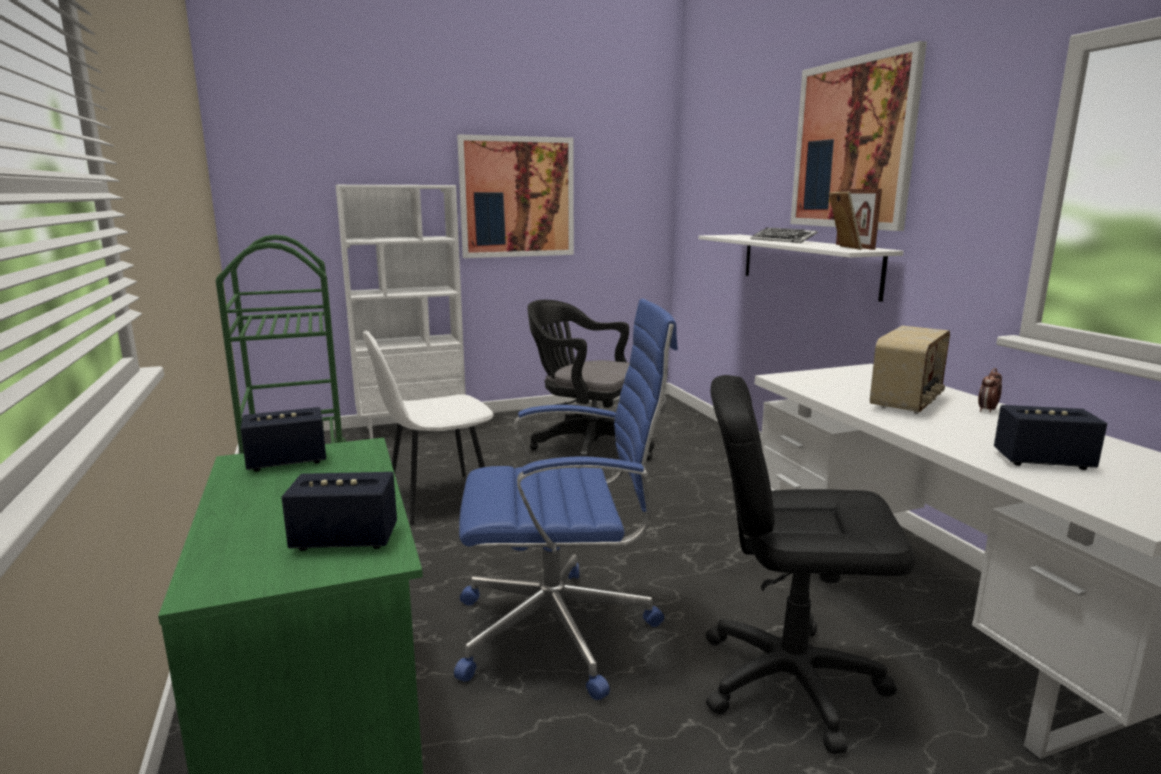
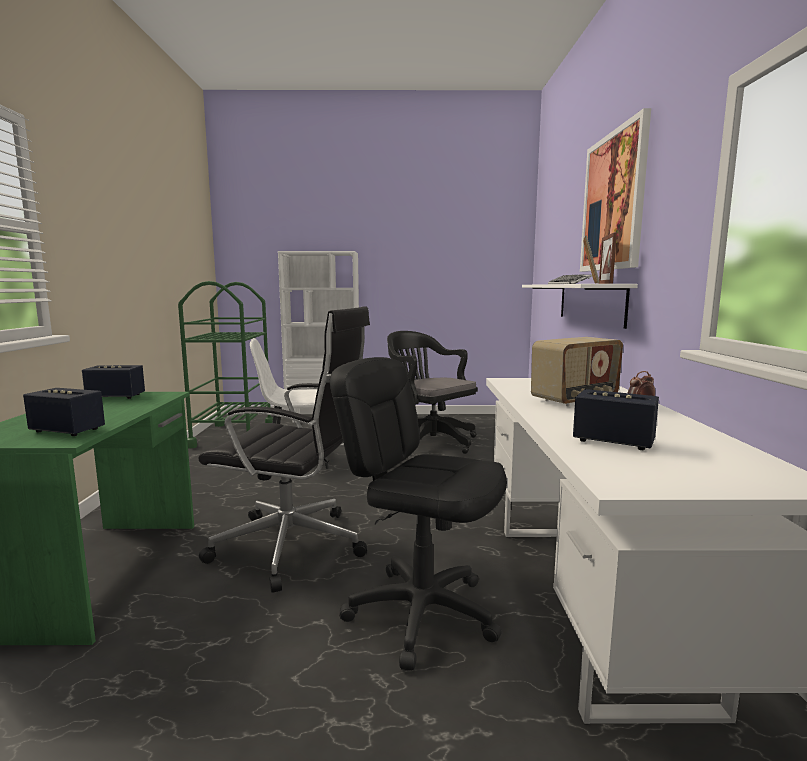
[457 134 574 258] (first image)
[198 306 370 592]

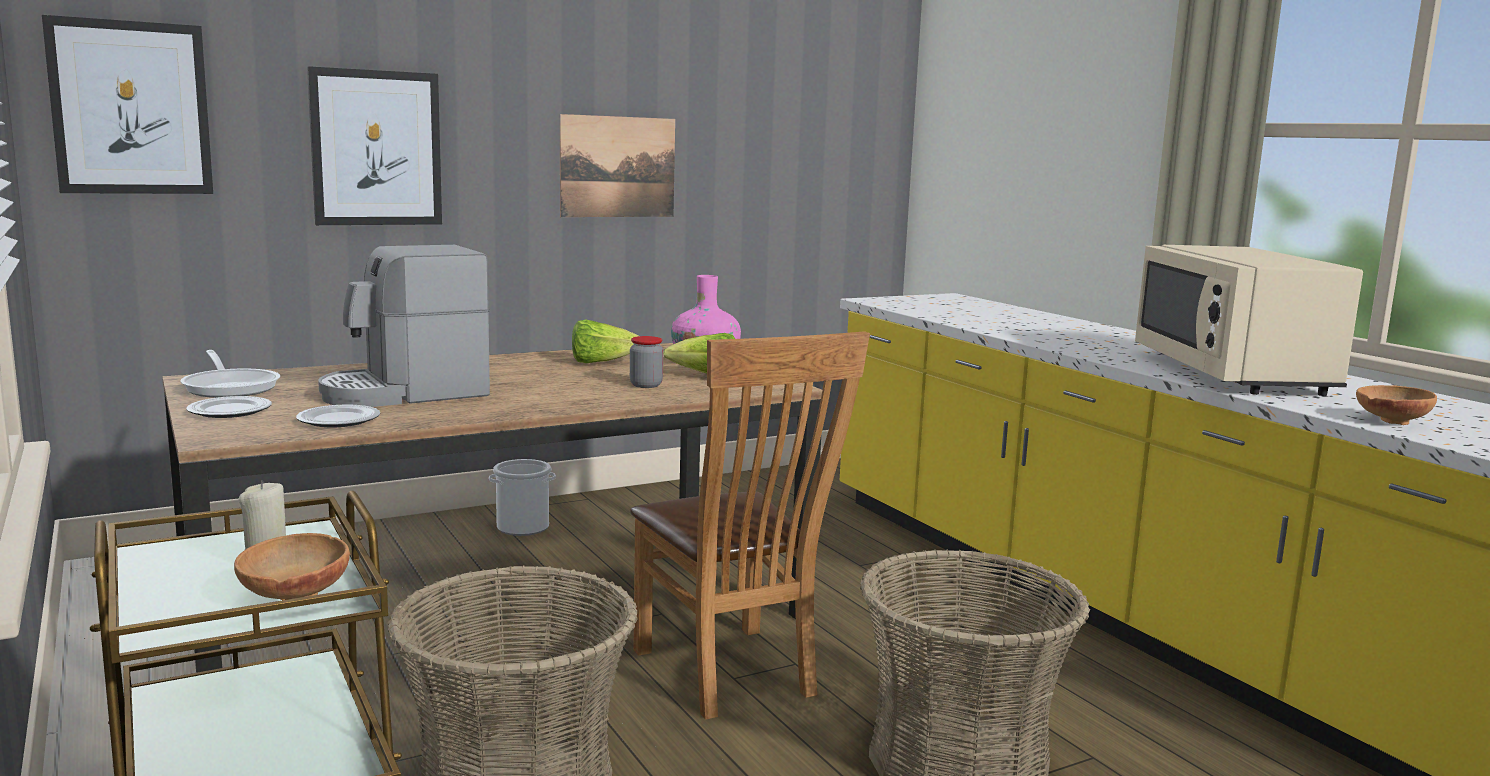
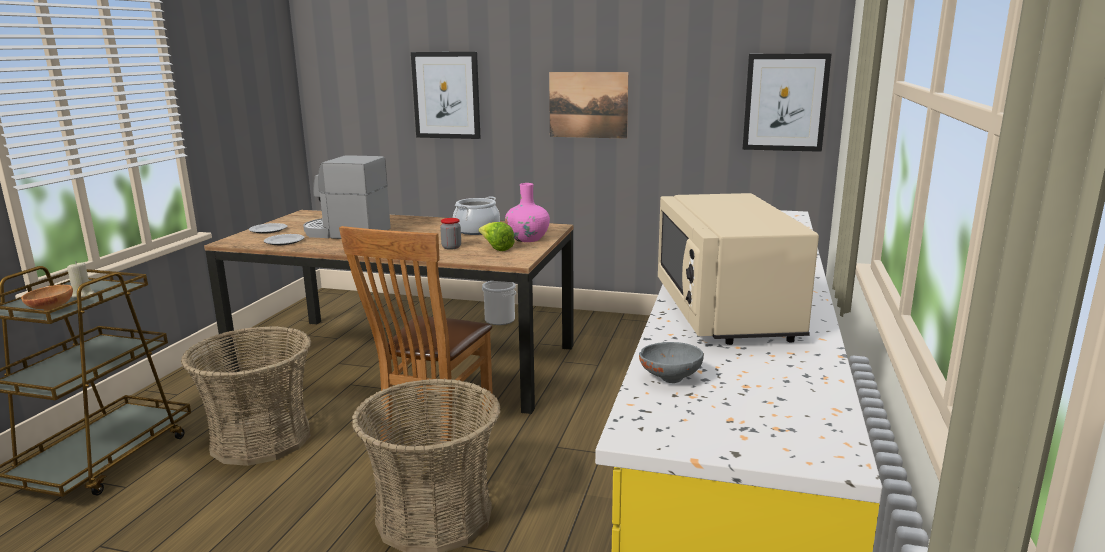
[743 53 832 152]
[658 193 819 345]
[453 196 500 235]
[180 350 280 398] (first image)
[639 342 703 383]

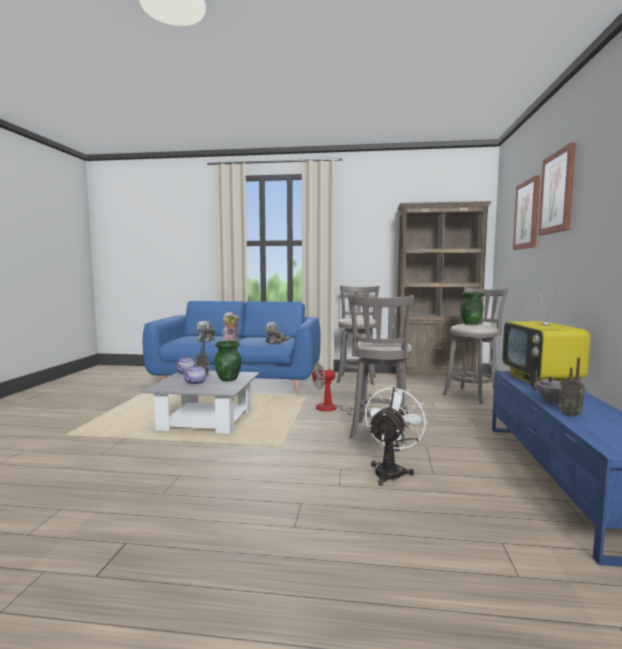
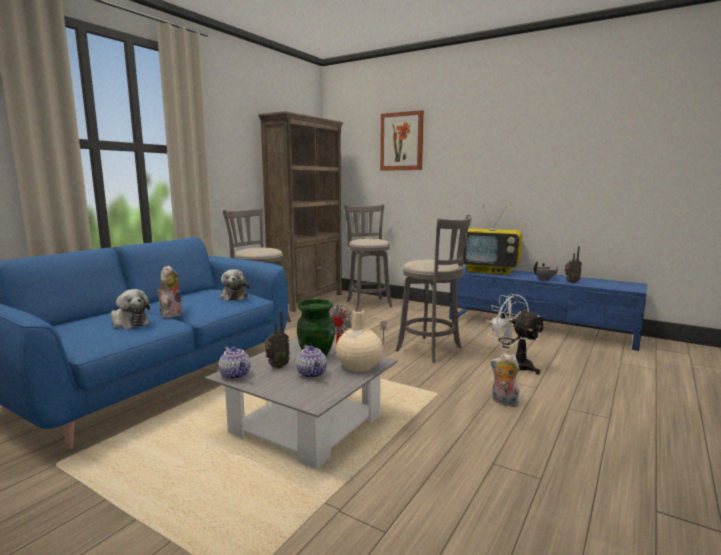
[538 142 576 235] (first image)
[460 292 484 325] (first image)
[336 309 383 372]
[490 353 521 407]

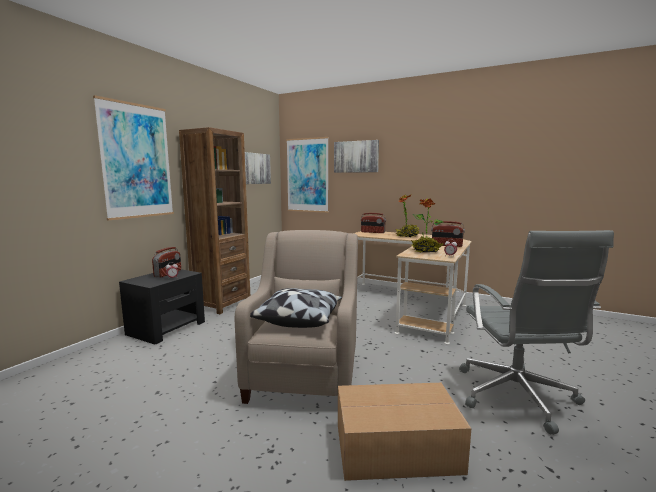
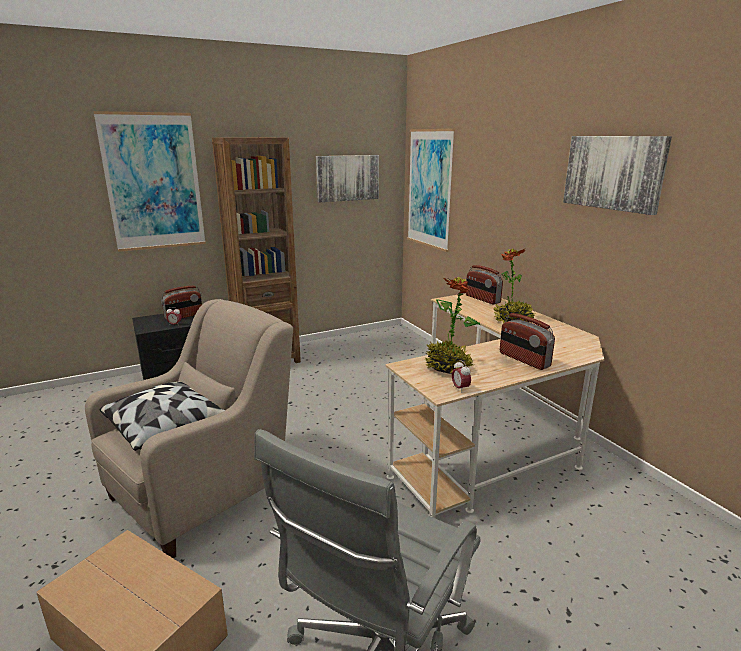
[563 136 672 215]

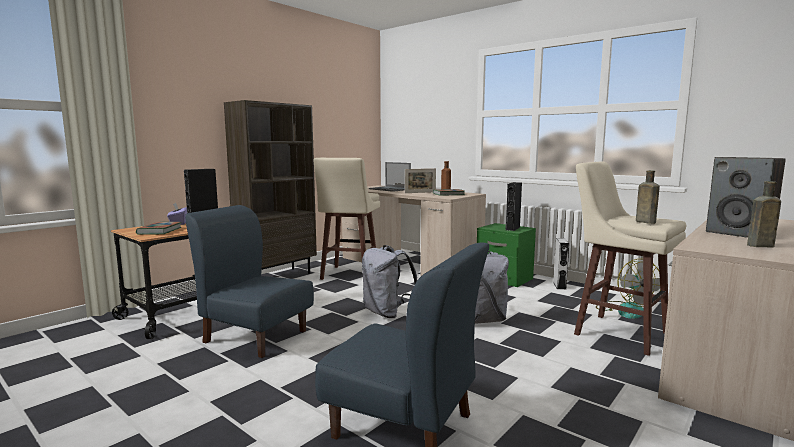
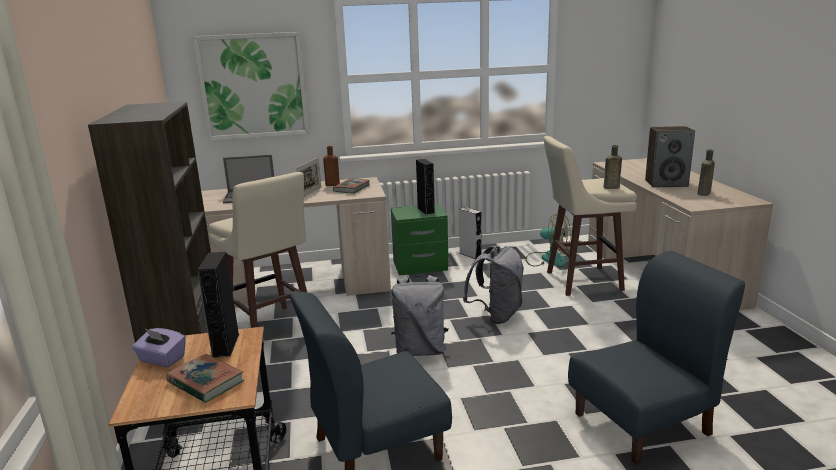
[193 32 309 141]

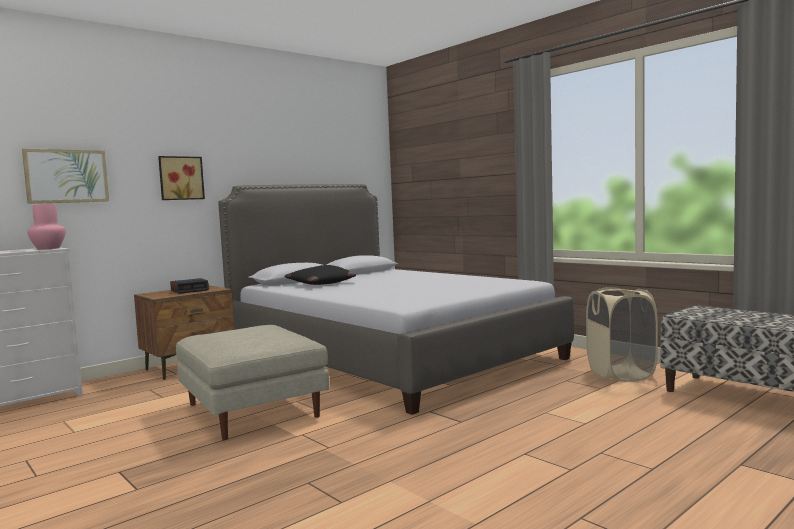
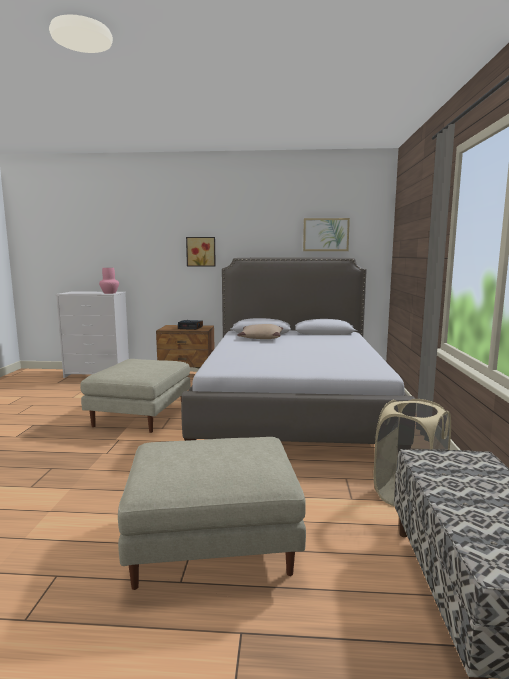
[303 218 350 251]
[237 324 283 339]
[118 437 306 590]

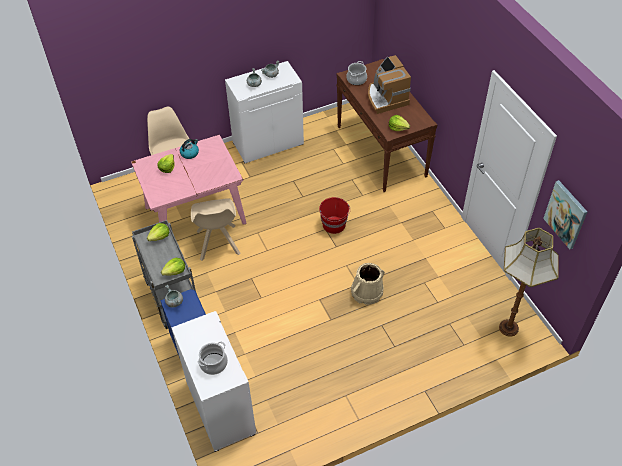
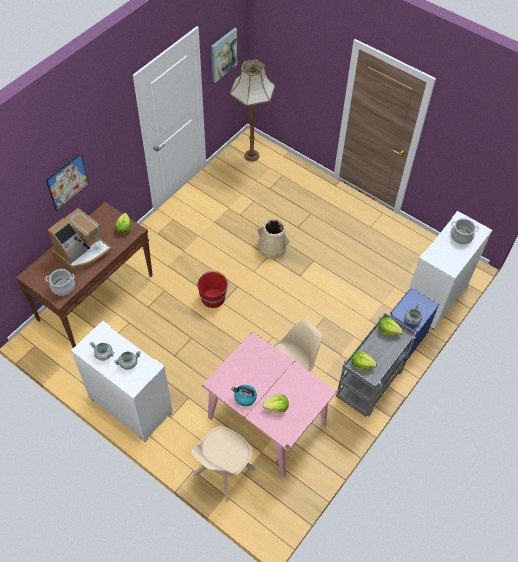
[46 153 89 211]

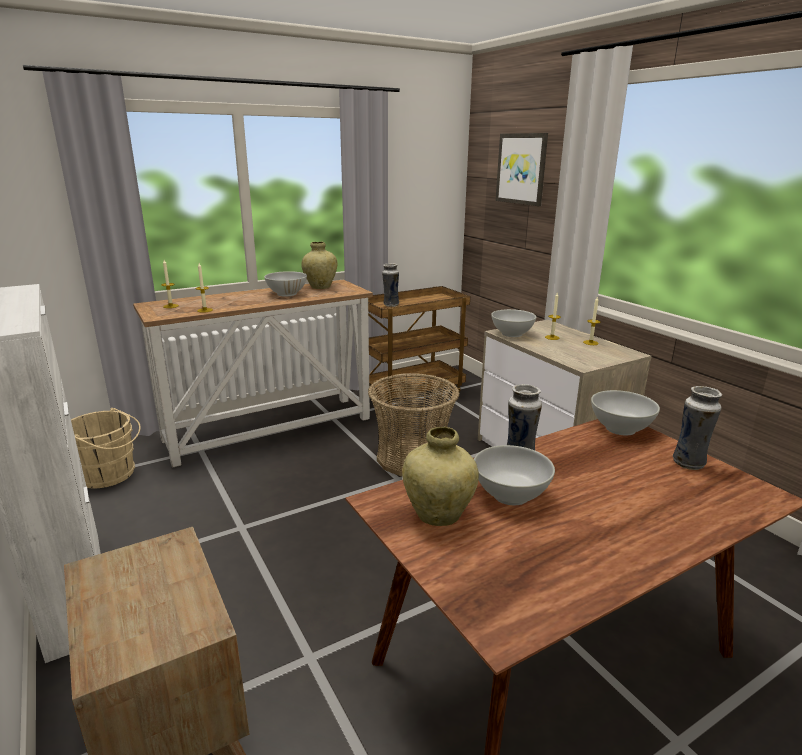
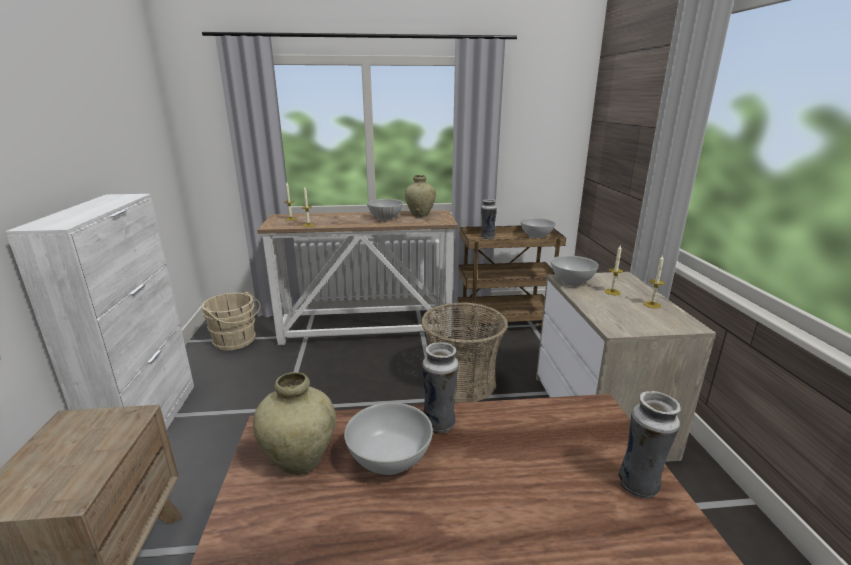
[496 133 548 206] (first image)
[521 218 555 238]

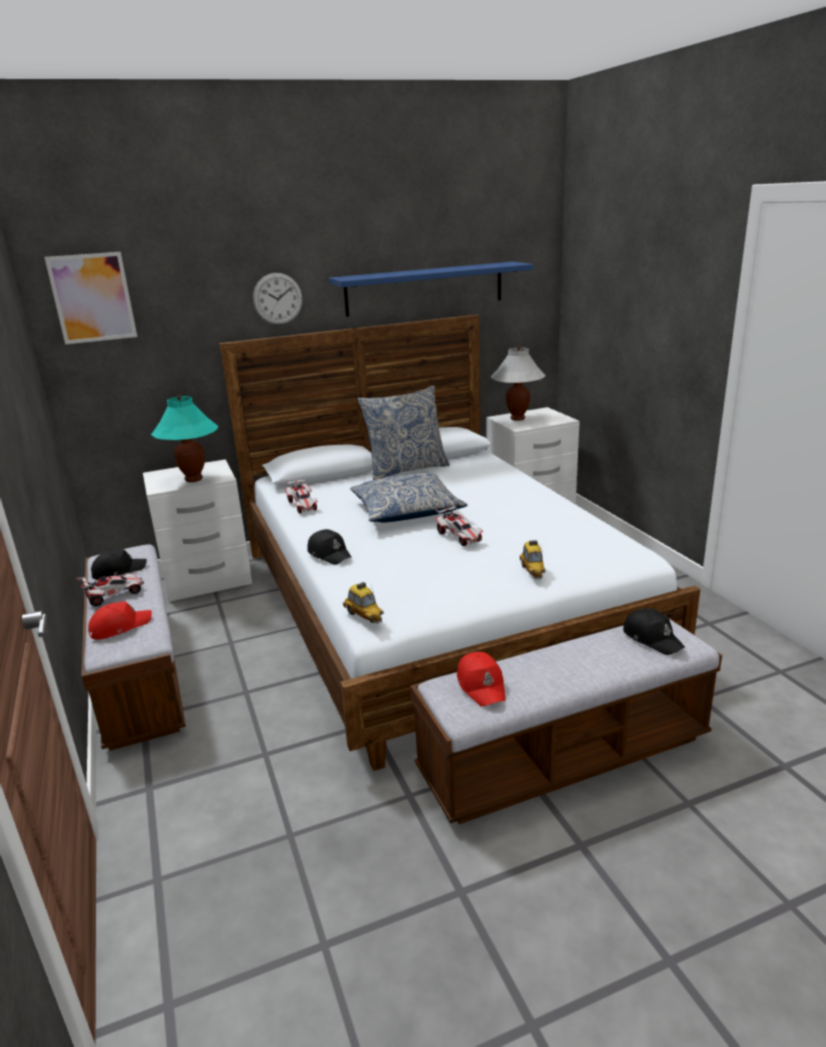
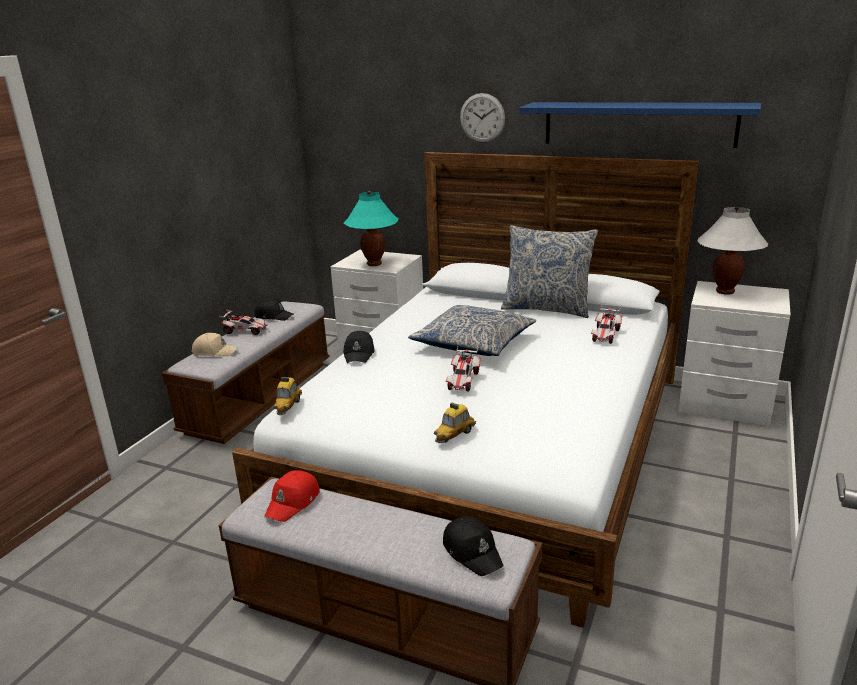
[44 252 137 344] (first image)
[591 306 622 344]
[191 333 237 356]
[443 516 504 576]

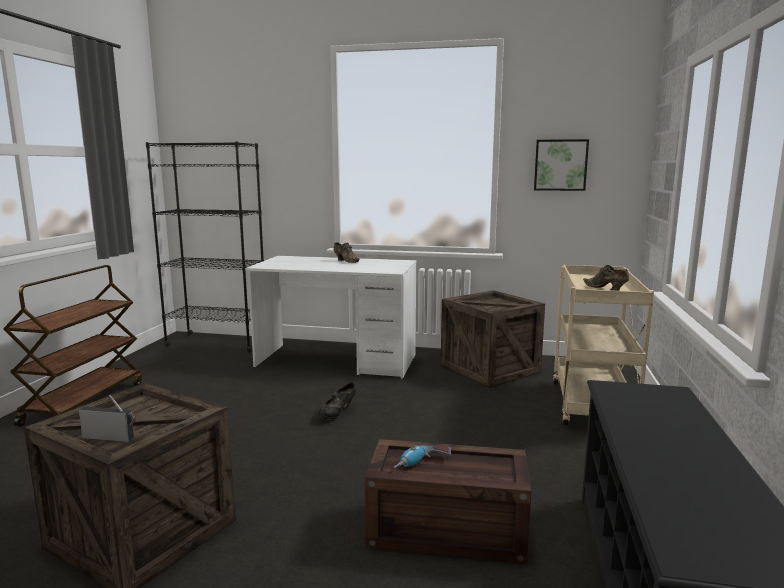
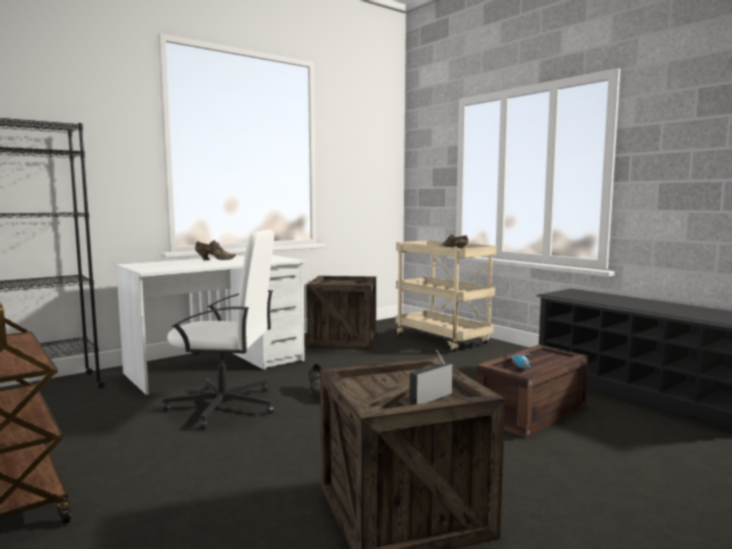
[534 139 589 191] (first image)
[162 229 274 429]

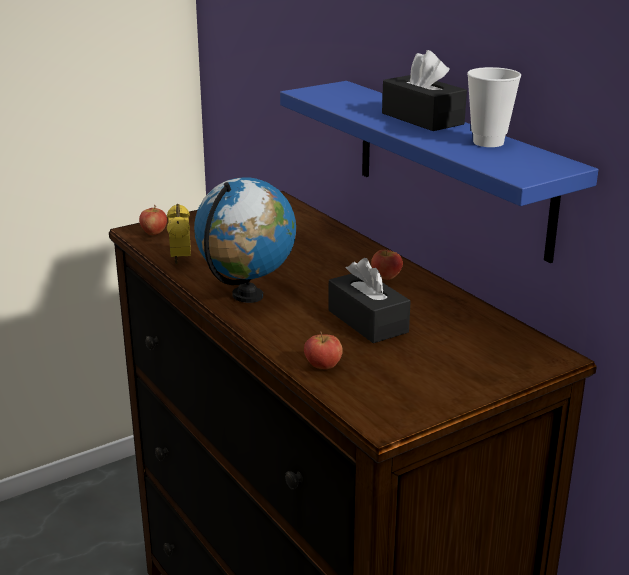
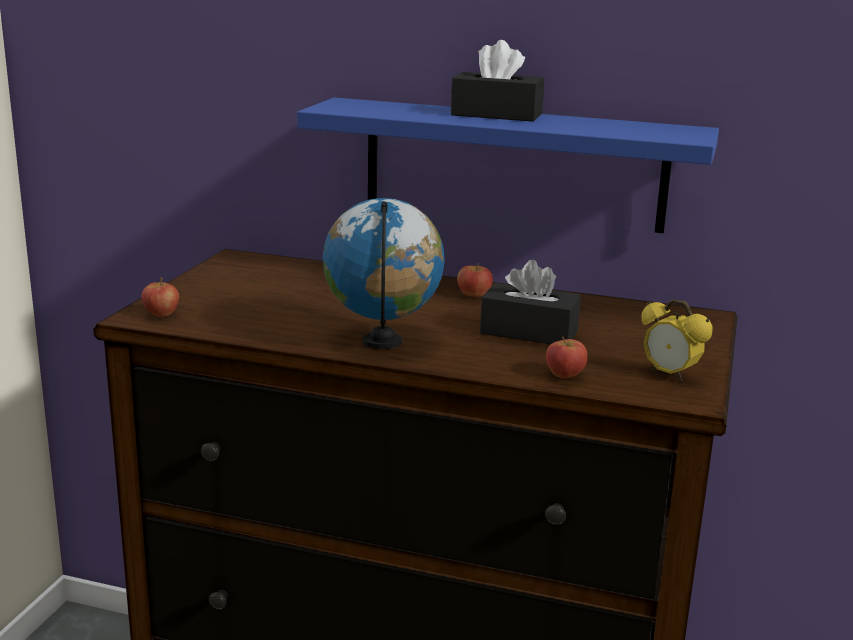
[467 67 521 147] (first image)
[641 299 713 382]

